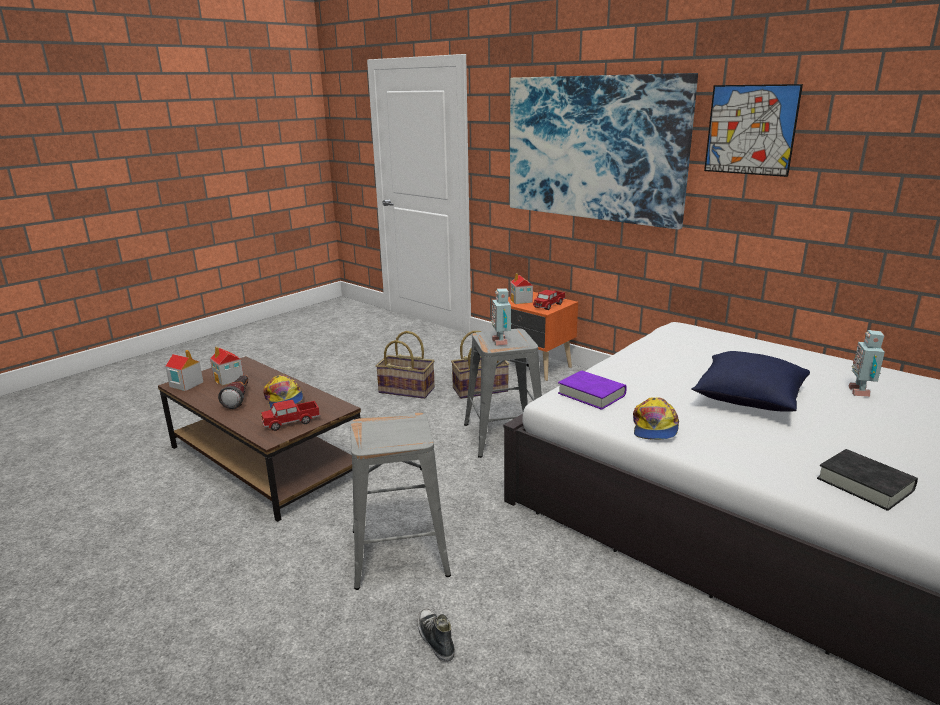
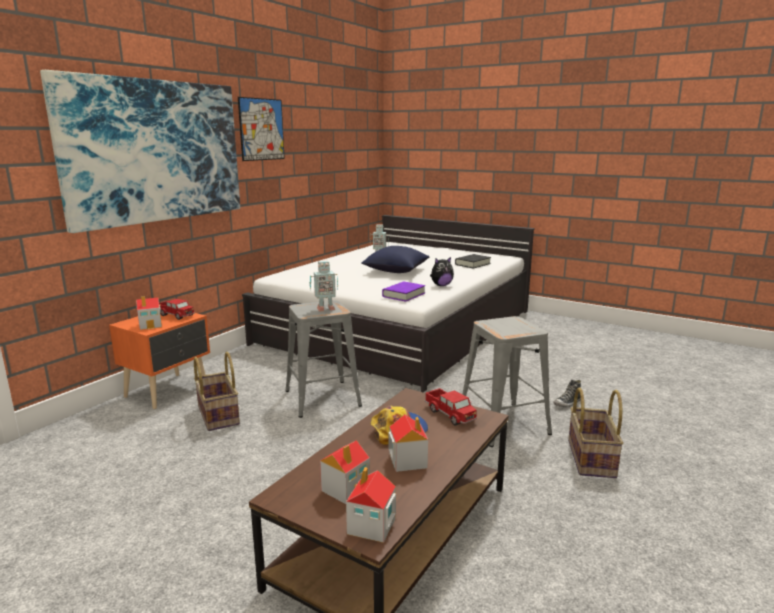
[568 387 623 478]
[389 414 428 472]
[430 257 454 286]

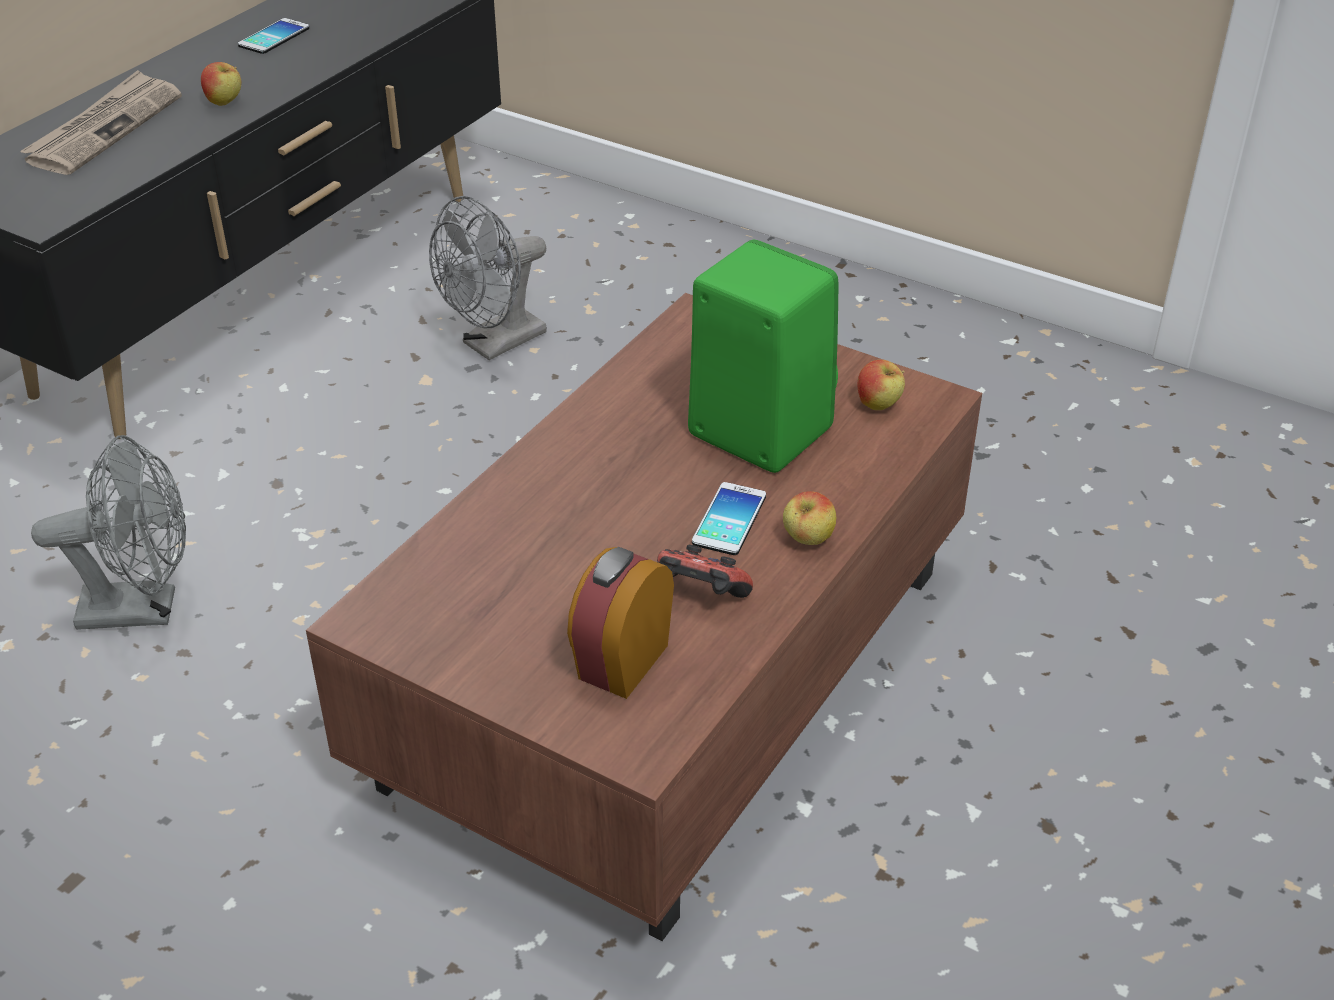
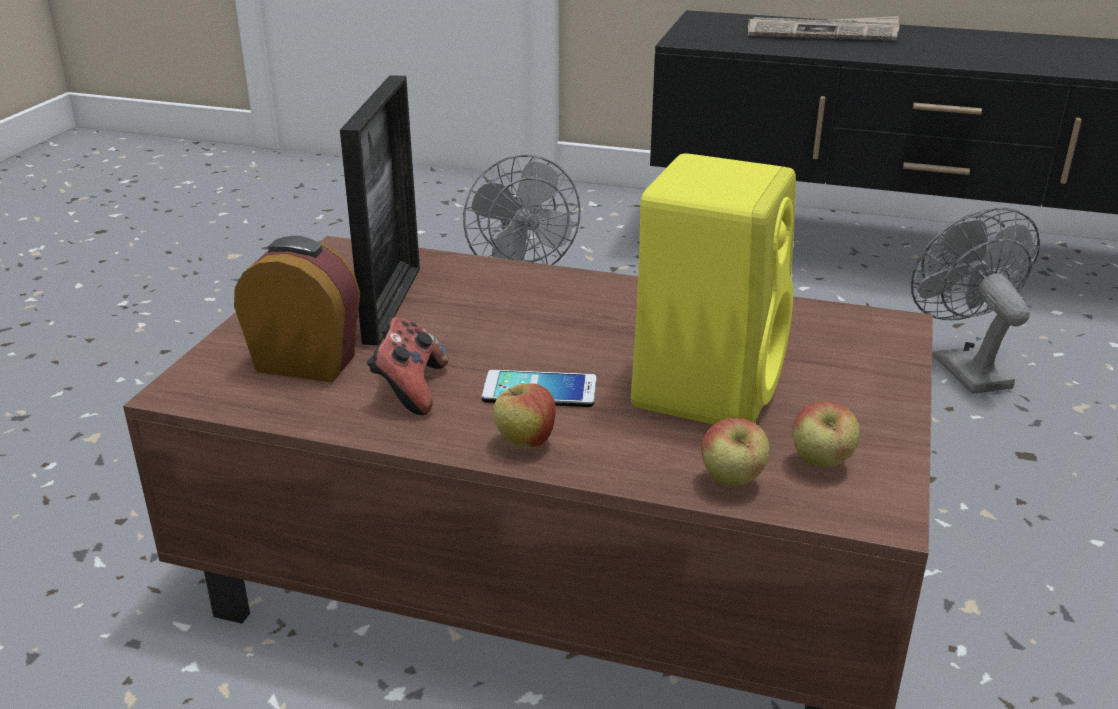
[238 18 309 54] (first image)
[701 418 770 486]
[911 208 1040 394]
[631 153 796 425]
[340 75 420 345]

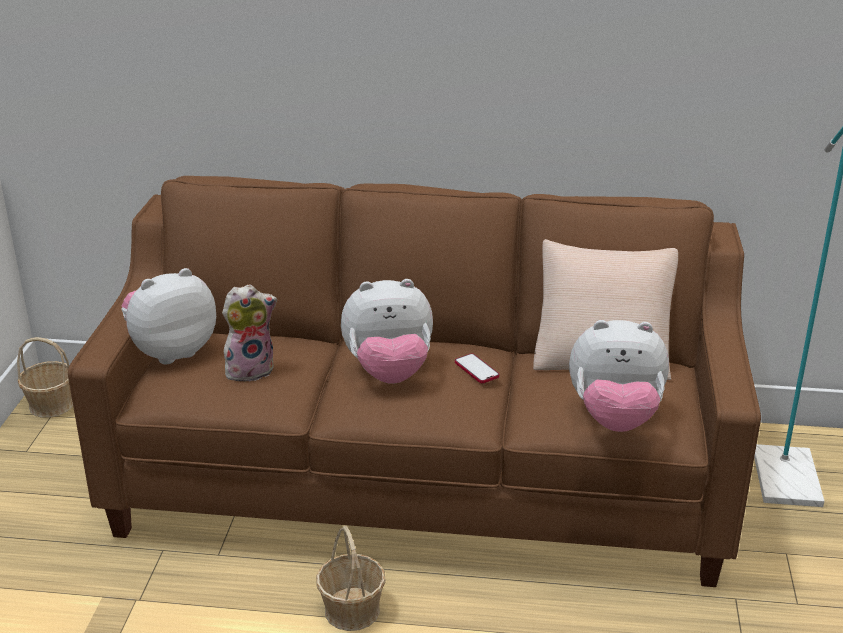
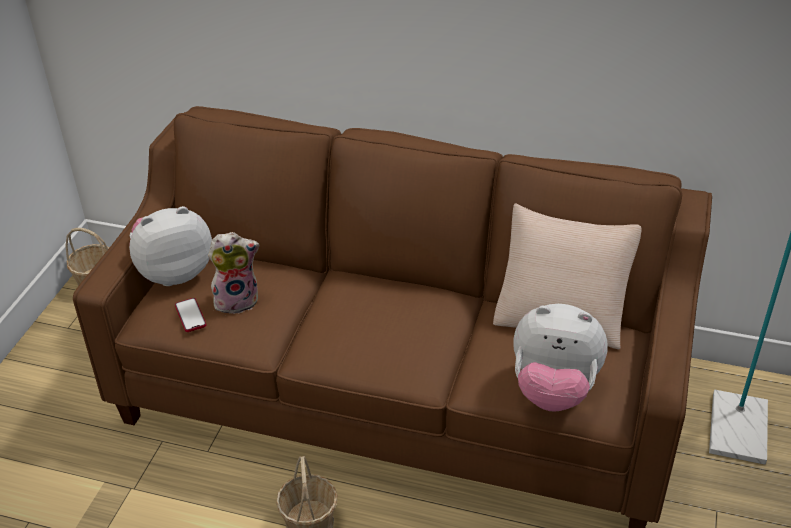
[341 279 433 384] (first image)
[175 298 206 332]

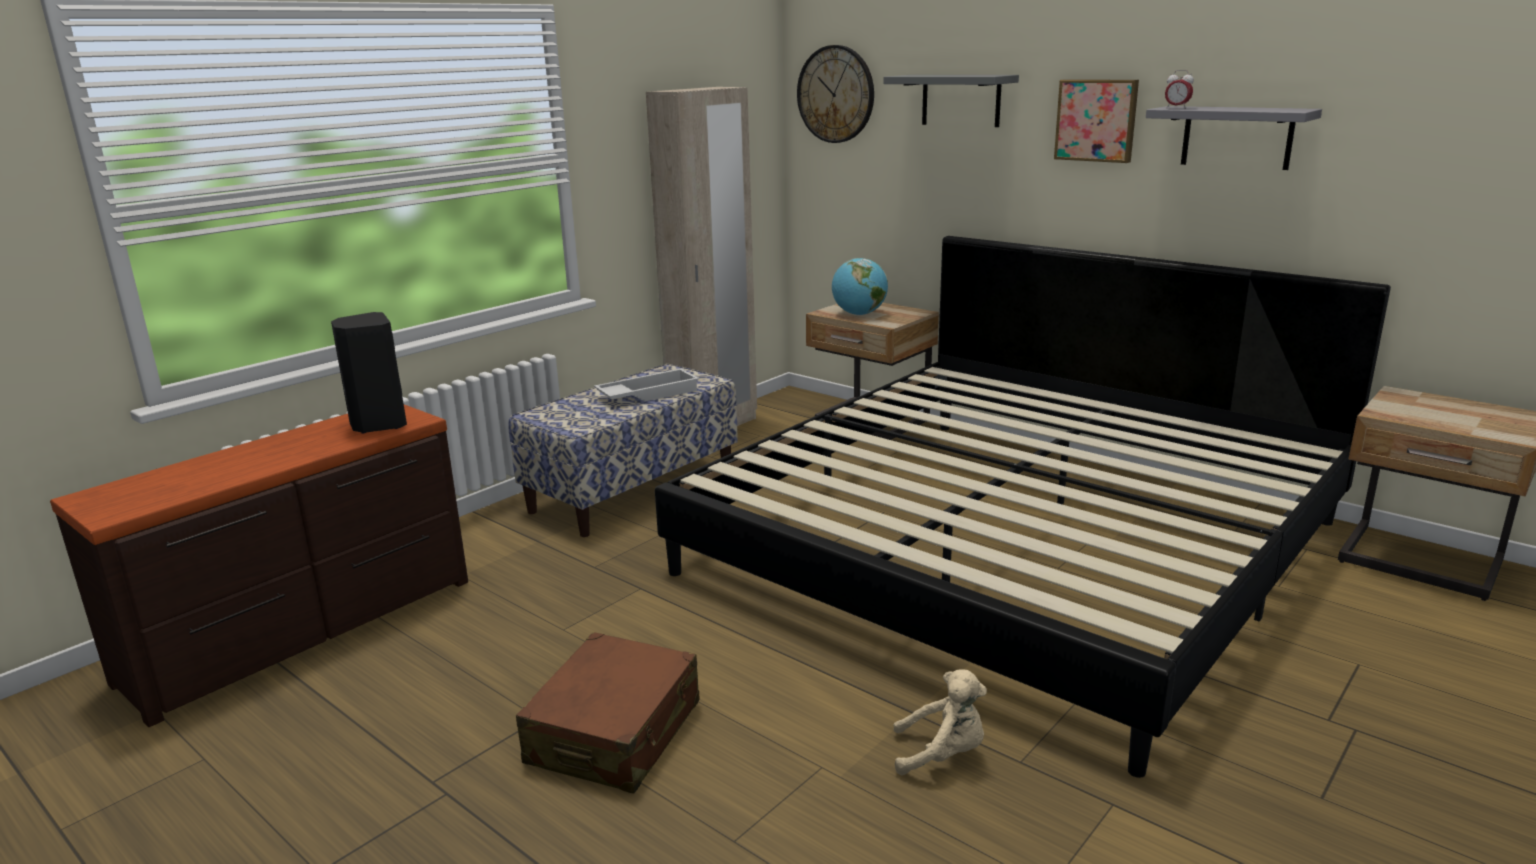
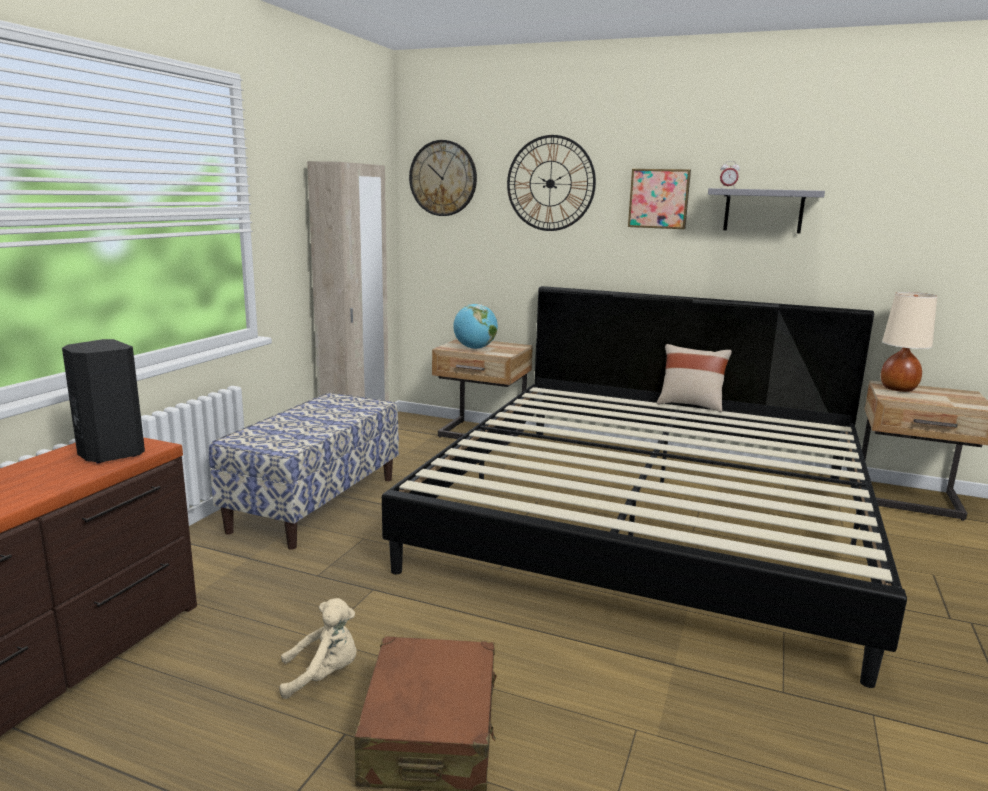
[507 135 596 231]
[594 369 699 402] (first image)
[279 598 357 699]
[881 292 937 392]
[657 344 732 412]

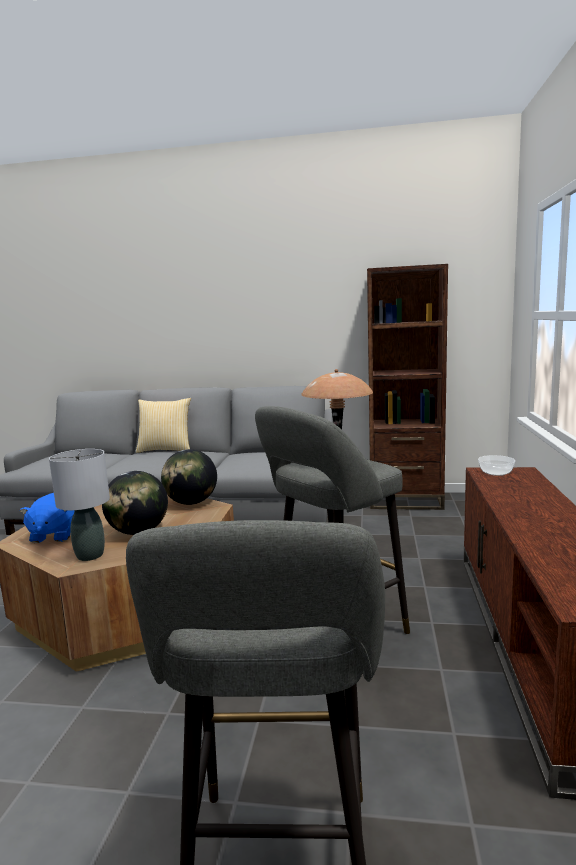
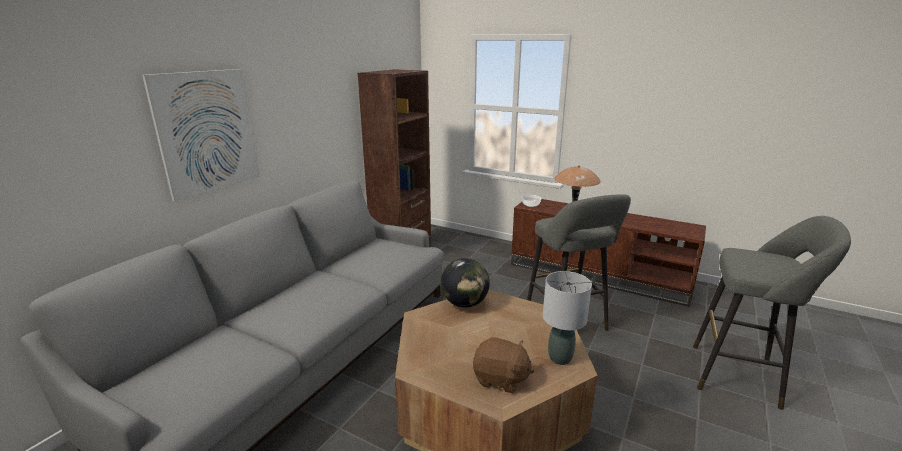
[136 398 191 453] (first image)
[102 471 168 535] (first image)
[473 337 534 393]
[142 69 260 201]

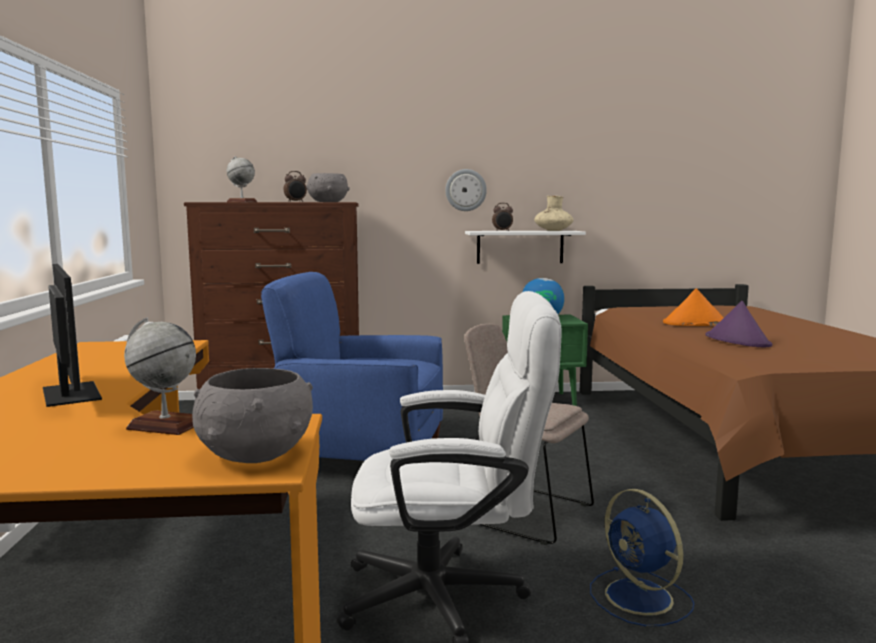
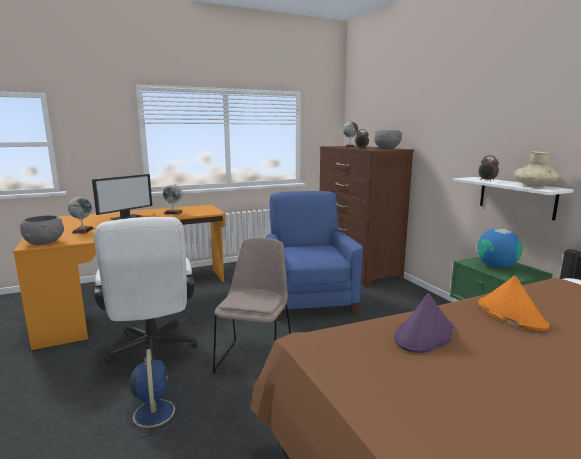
[445 169 487 211] (first image)
[123 349 184 437]
[163 184 183 214]

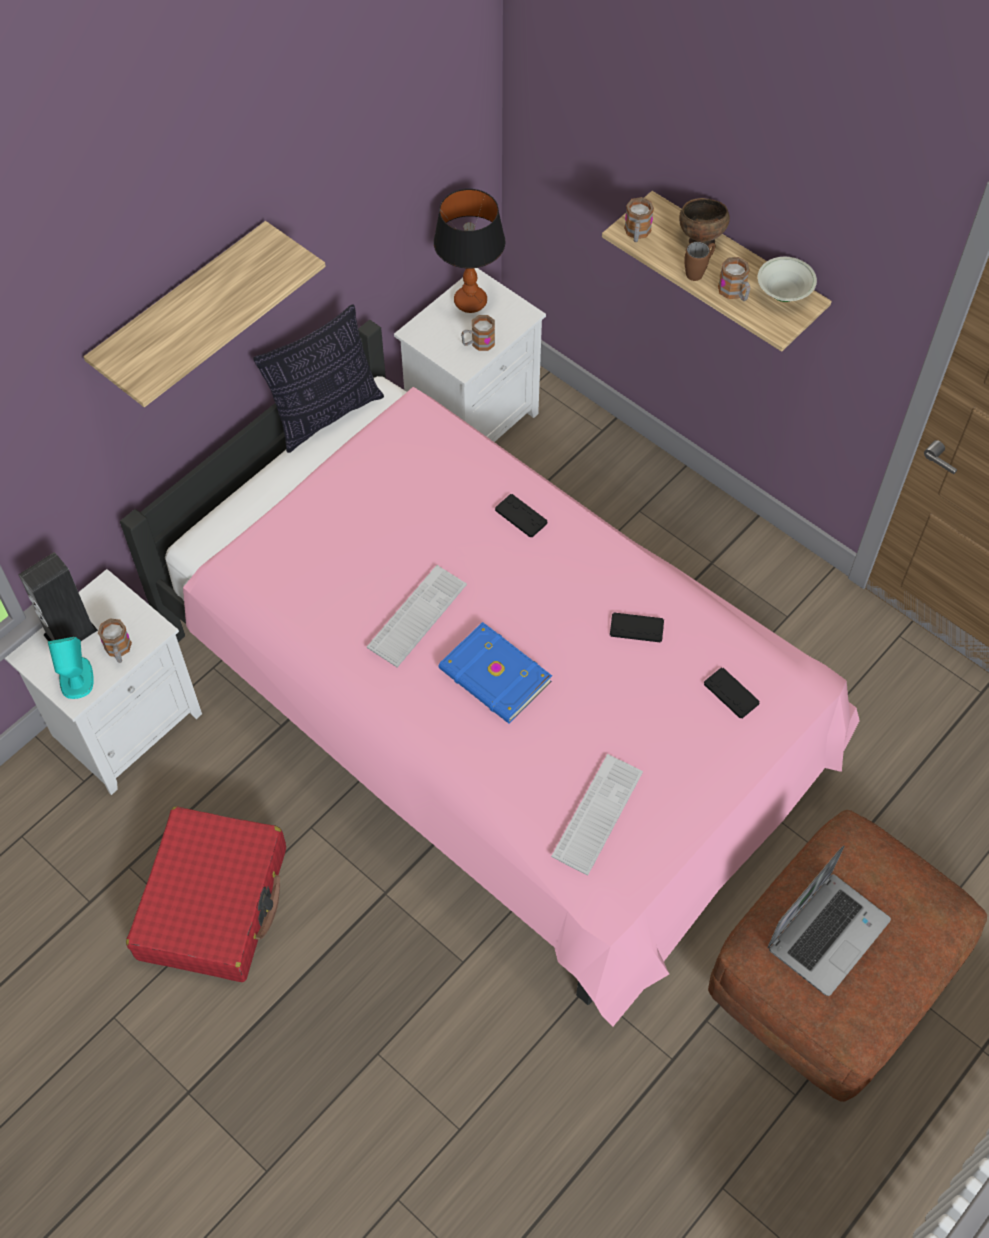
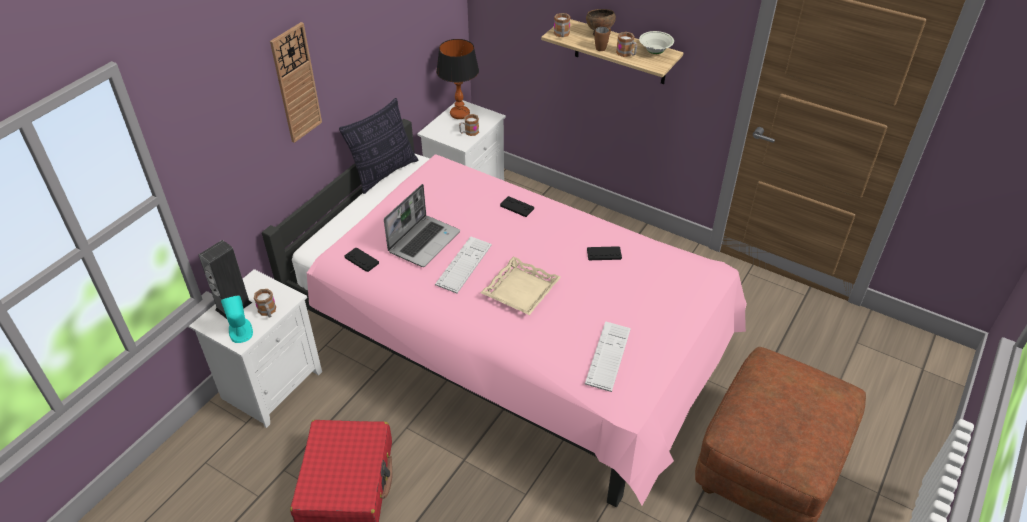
[270 22 322 143]
[480 256 561 315]
[344 248 379 272]
[384 184 460 267]

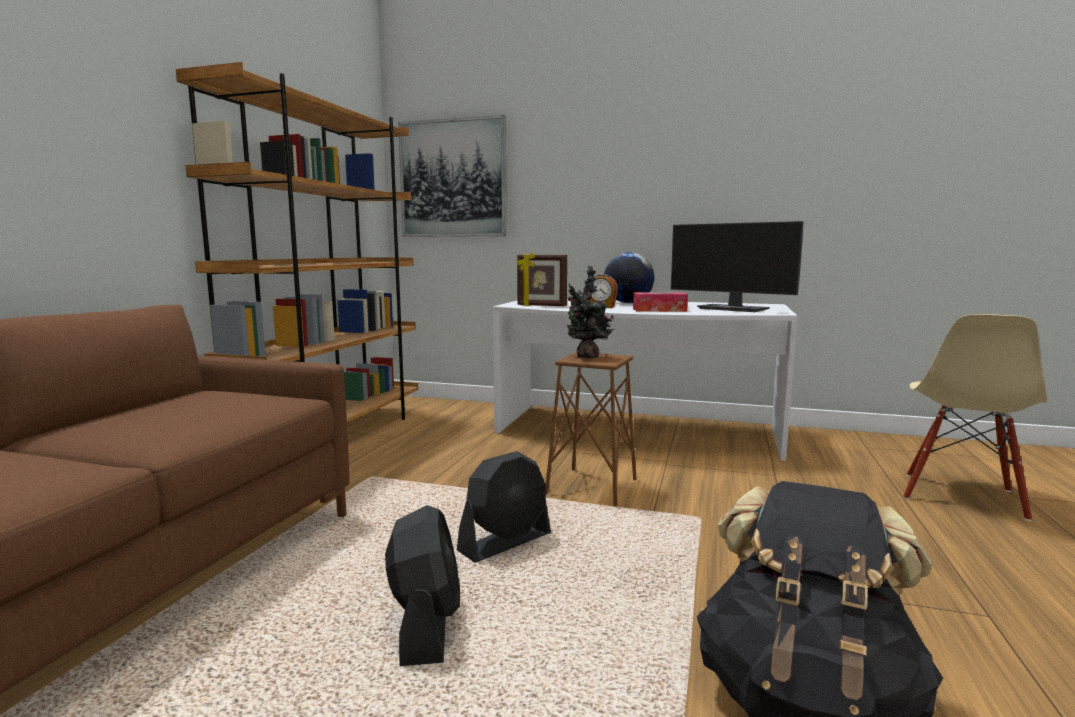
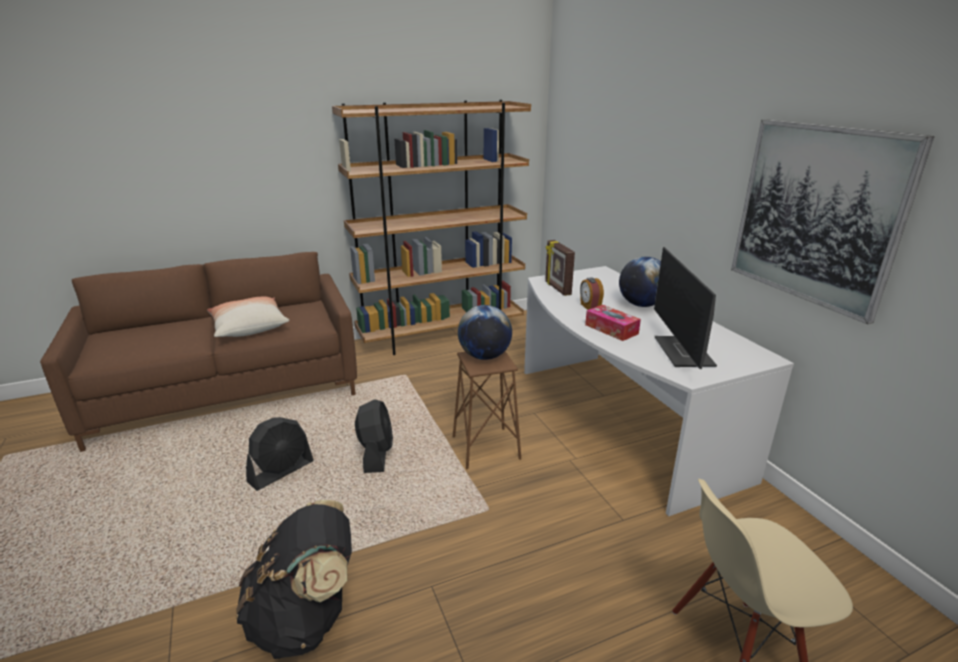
[731 120 935 324]
[458 305 512 360]
[355 399 393 473]
[207 297 289 337]

